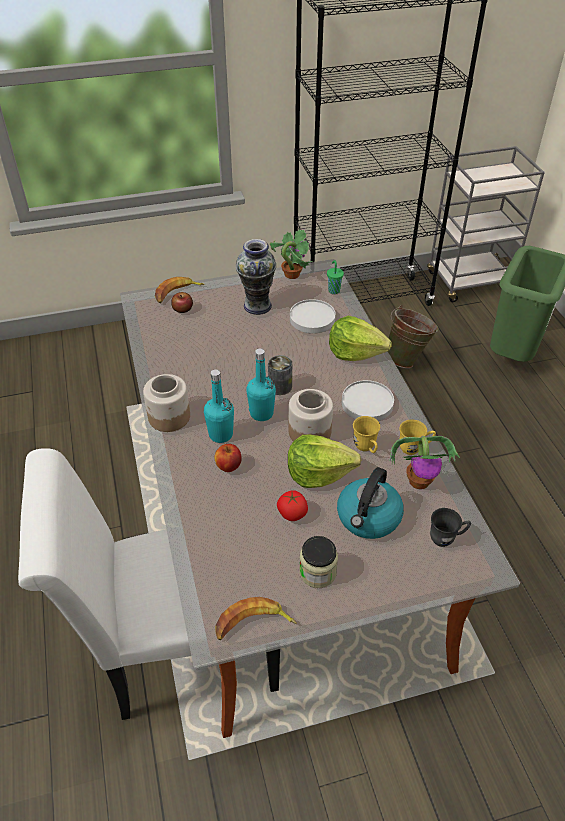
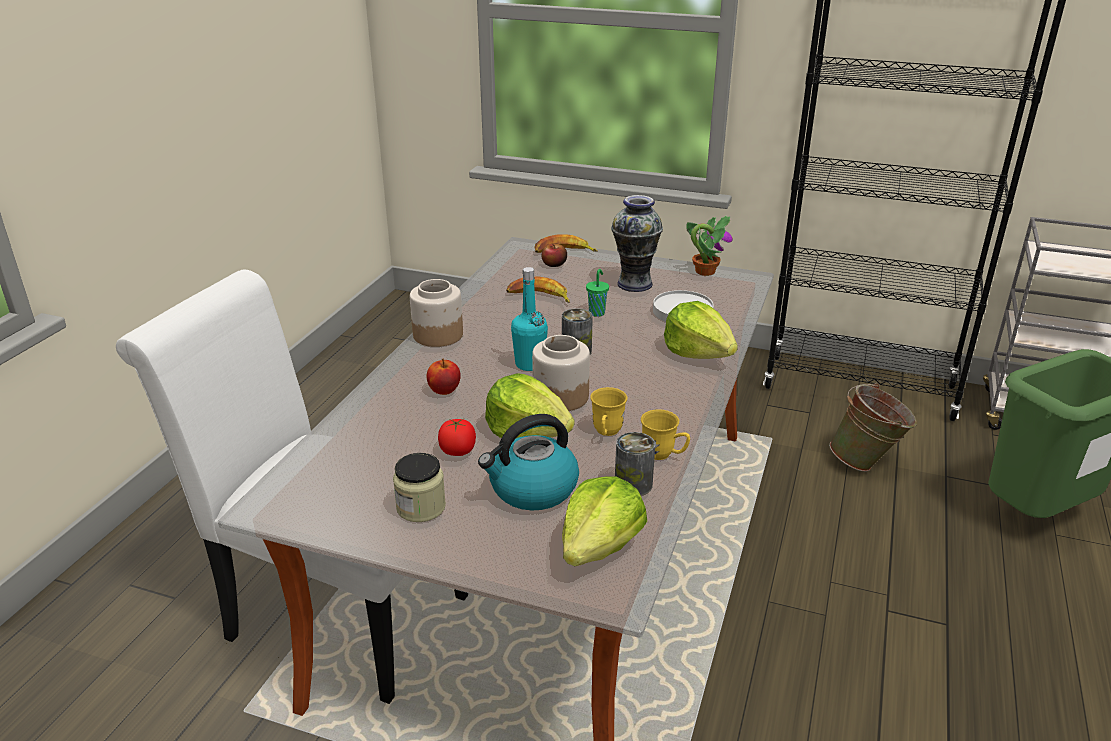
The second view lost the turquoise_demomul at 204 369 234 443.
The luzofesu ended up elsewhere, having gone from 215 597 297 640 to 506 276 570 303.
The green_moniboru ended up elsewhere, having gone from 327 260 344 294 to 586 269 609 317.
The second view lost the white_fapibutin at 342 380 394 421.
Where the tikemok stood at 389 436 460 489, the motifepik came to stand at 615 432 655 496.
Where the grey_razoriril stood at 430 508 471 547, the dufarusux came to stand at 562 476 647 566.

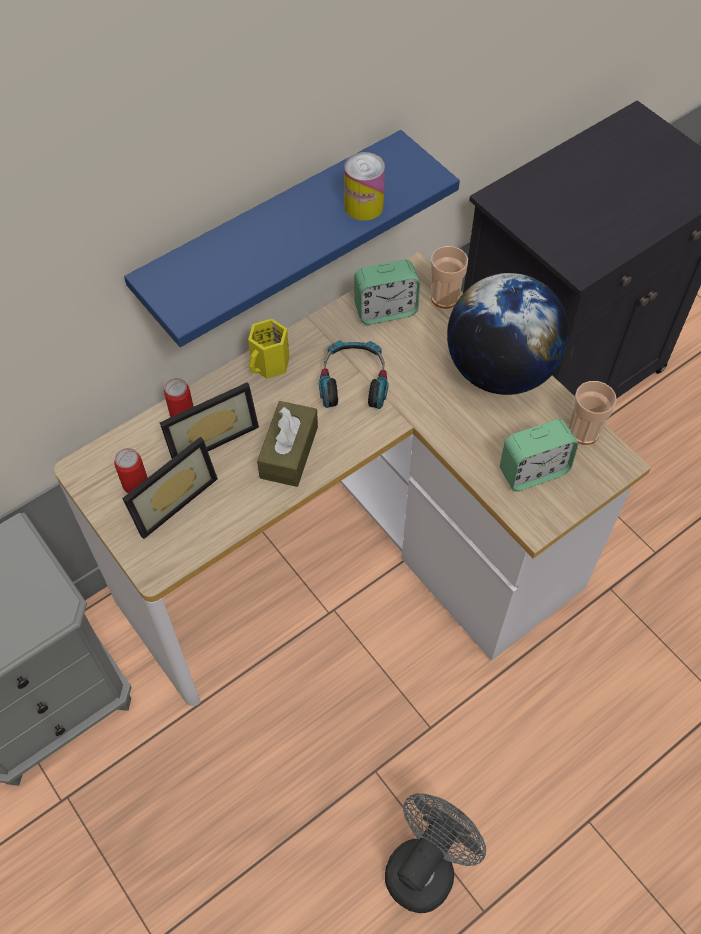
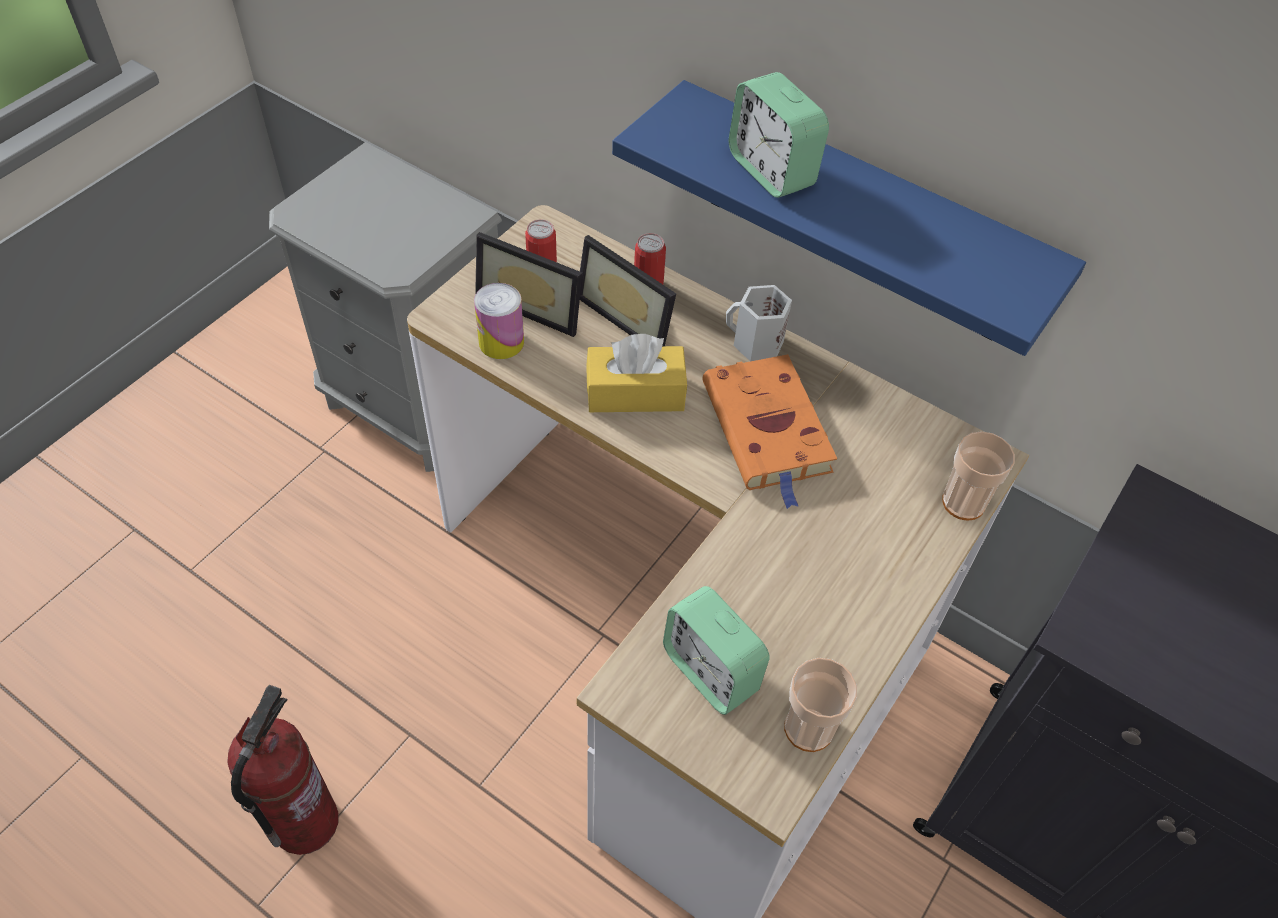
What was the yellow_razoriril at 248 319 289 379 turned into the white_razoriril at 726 285 792 361.
What was the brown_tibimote at 257 401 318 487 turned into the yellow_tibimote at 586 334 687 412.
Where the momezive stood at 319 340 389 409, the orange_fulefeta came to stand at 702 354 837 509.
The motifepik ended up elsewhere, having gone from 344 152 385 221 to 474 283 524 359.
The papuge ended up elsewhere, having gone from 354 259 420 325 to 729 72 829 198.
Where the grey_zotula stood at 385 793 486 913, the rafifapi came to stand at 227 685 339 855.
The second view lost the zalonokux at 447 273 569 395.

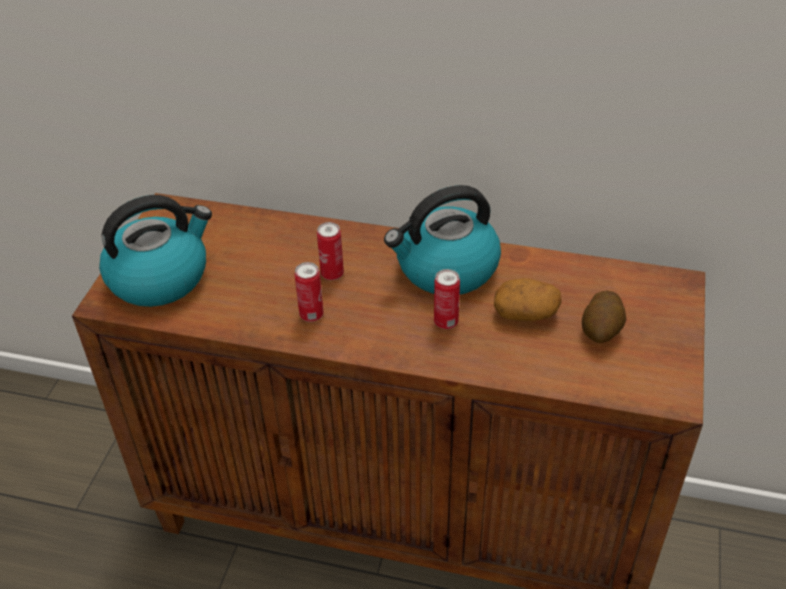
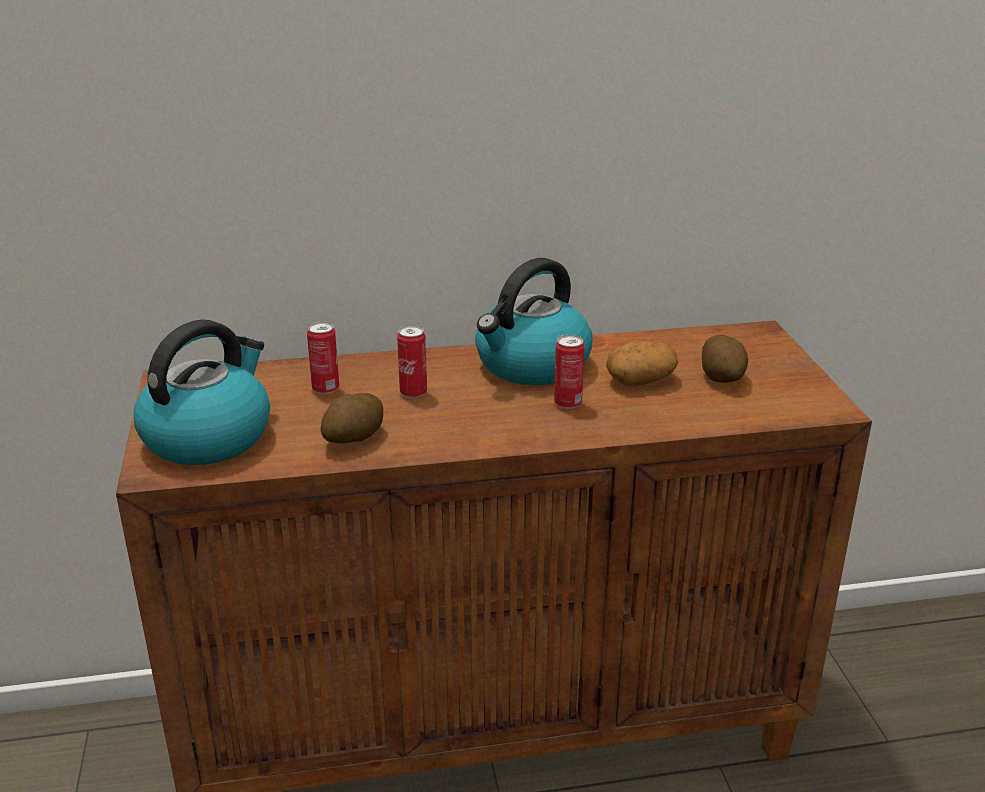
The motifepik ended up elsewhere, having gone from 295 262 324 322 to 307 321 339 394.
The second view gained the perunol at 321 393 383 443.

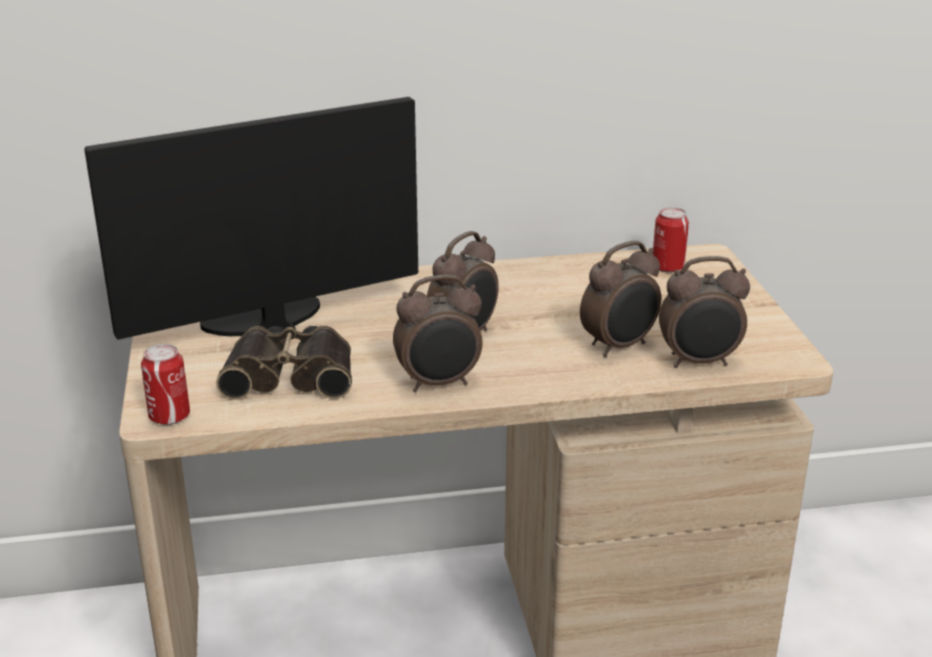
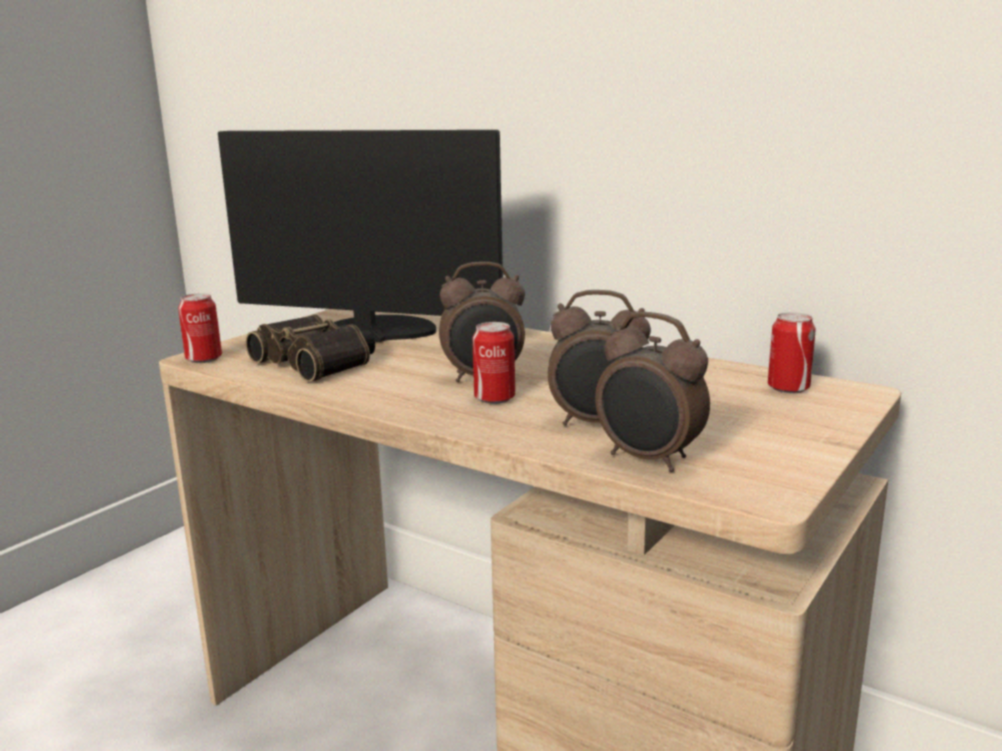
The second view lost the papuge at 393 274 483 392.
The second view gained the motifepik at 473 322 515 404.

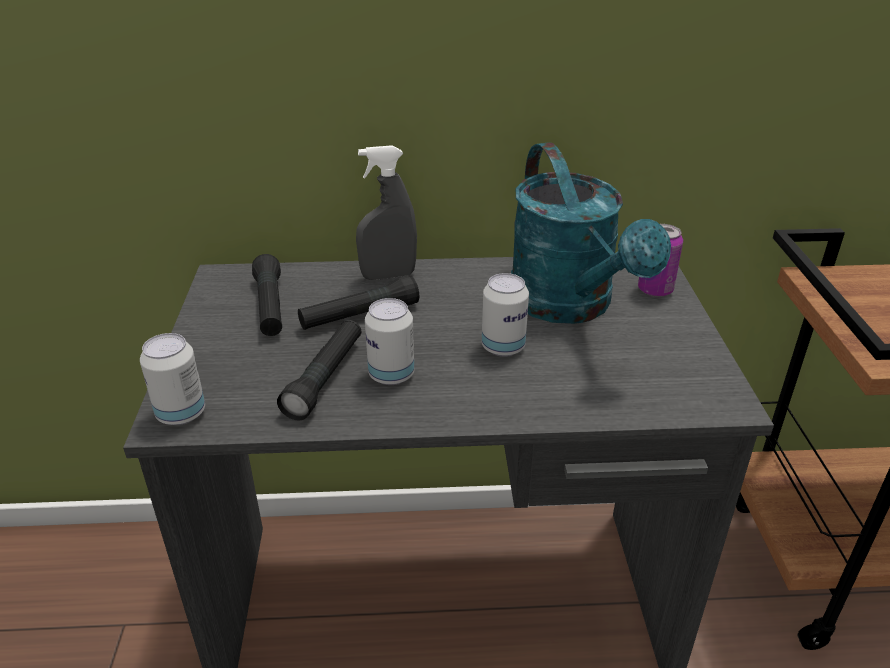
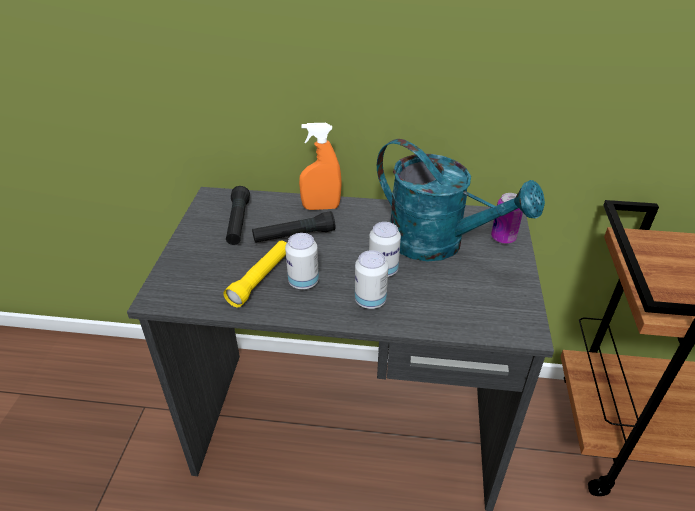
The motifepik ended up elsewhere, having gone from 140 333 205 425 to 355 250 388 309.
What was the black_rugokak at 277 320 361 421 turned into the yellow_rugokak at 223 240 287 307.
What was the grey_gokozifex at 356 145 417 280 turned into the orange_gokozifex at 299 123 342 210.
The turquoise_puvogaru at 511 142 671 324 ended up facing another way, 45 degrees counterclockwise from before.

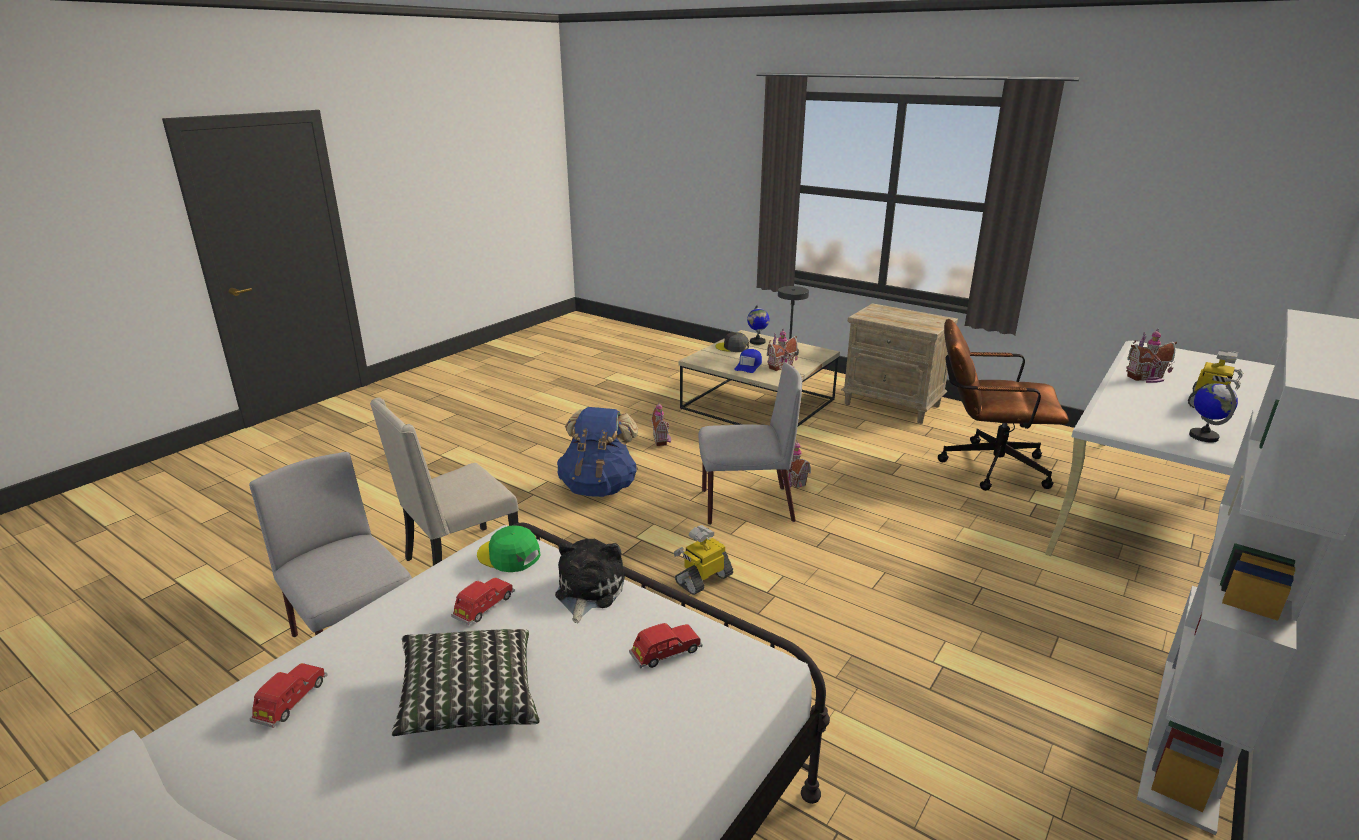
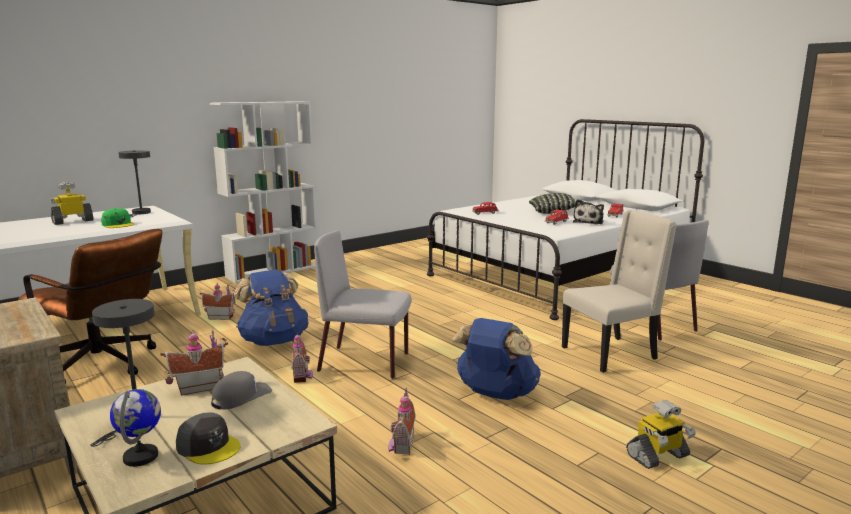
The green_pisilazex ended up elsewhere, having gone from 477 526 541 572 to 101 209 135 228.
The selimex ended up elsewhere, having gone from 555 539 625 623 to 573 199 604 224.
The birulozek ended up elsewhere, having gone from 674 525 733 595 to 626 400 696 469.
What was the blue_pisilazex at 734 349 762 373 turned into the grey_pisilazex at 211 371 272 410.
The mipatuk ended up elsewhere, having gone from 1126 329 1177 383 to 200 283 235 320.
Where the zalonokux stood at 1189 383 1238 443, the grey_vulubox came to stand at 118 150 151 217.
The second view gained the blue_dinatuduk at 233 270 308 346.

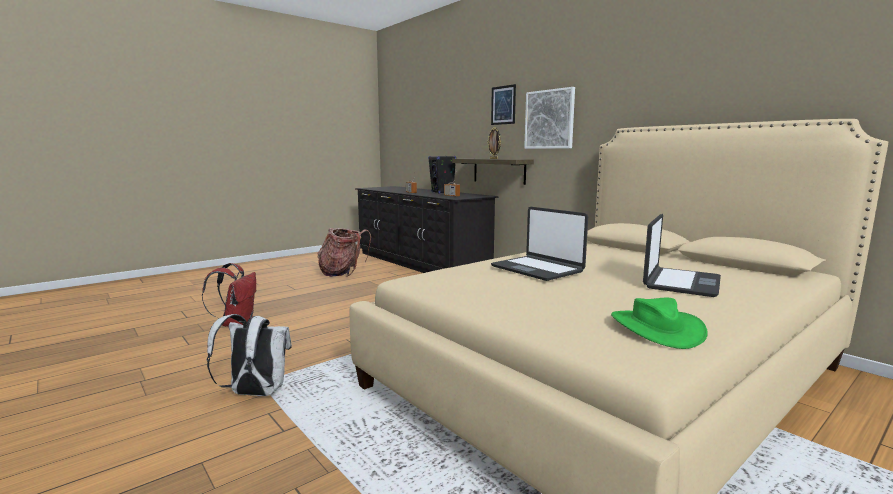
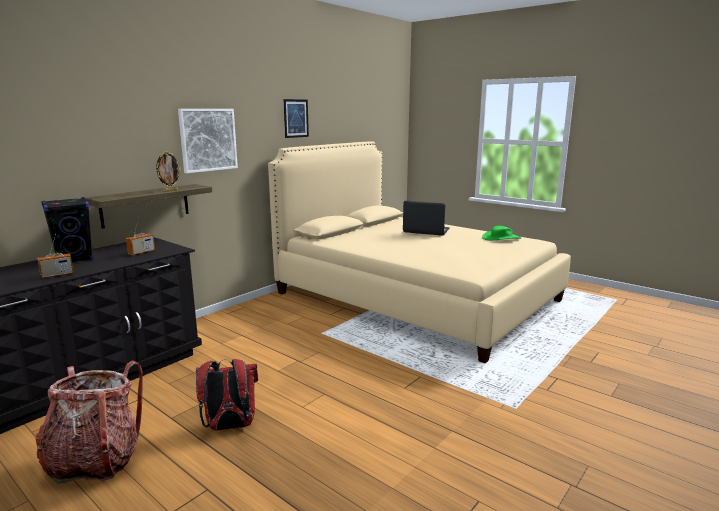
The red_dinatuduk ended up elsewhere, having gone from 202 263 256 326 to 196 359 258 431.
The second view lost the white_dinatuduk at 207 314 292 396.
The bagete ended up elsewhere, having gone from 491 84 516 125 to 284 99 309 138.
The second view lost the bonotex at 491 207 588 281.

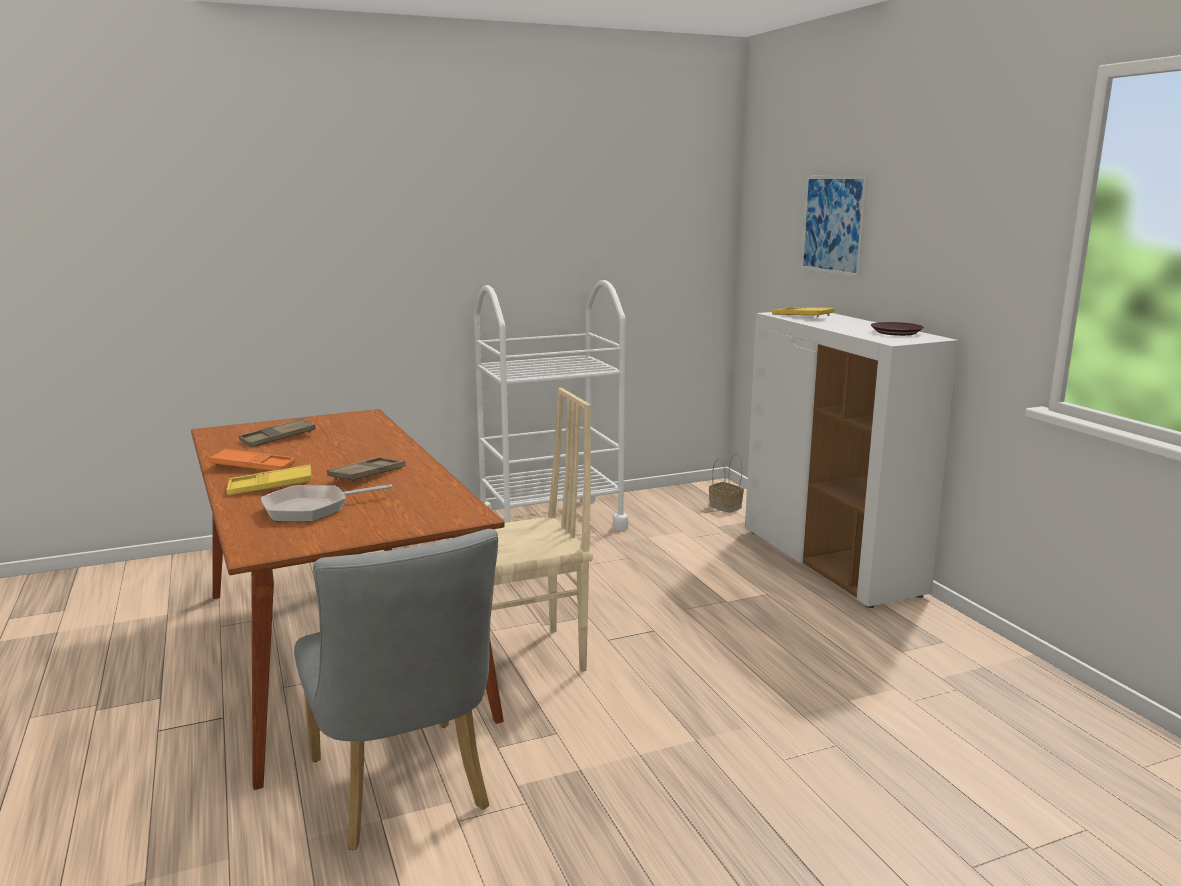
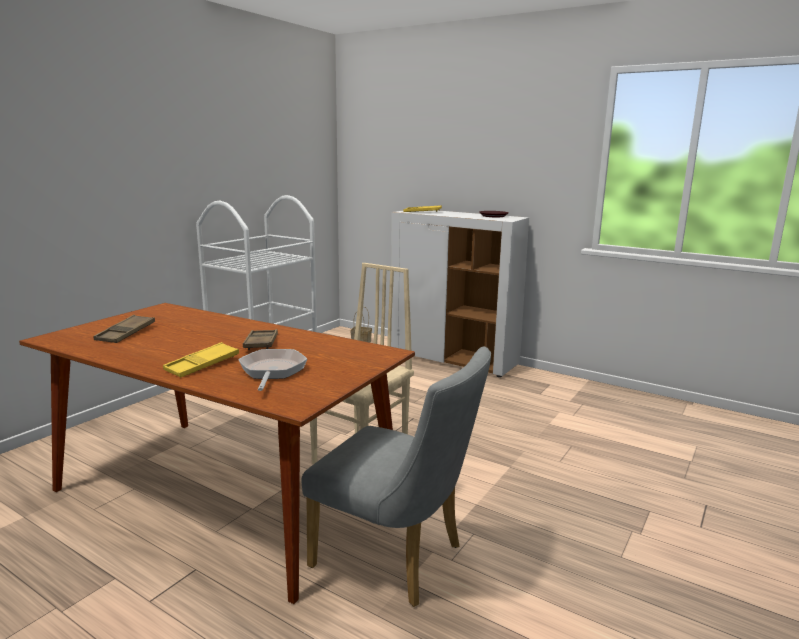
The second view lost the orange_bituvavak at 209 449 295 471.
The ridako at 261 484 392 522 ended up facing another way, 150 degrees clockwise from before.
The second view lost the bagete at 801 175 868 277.

